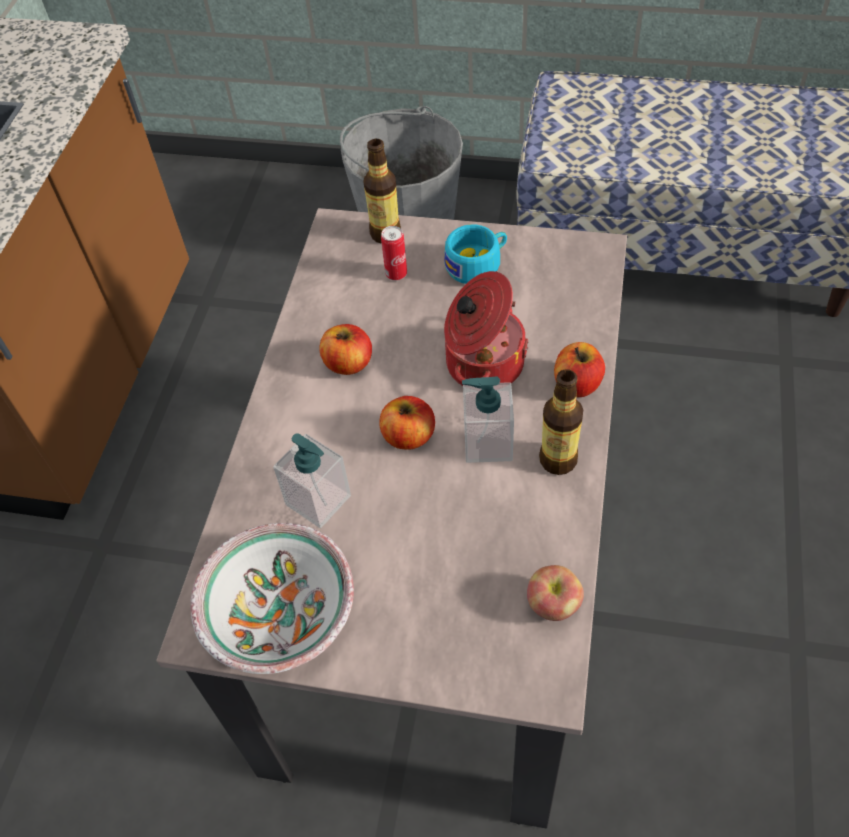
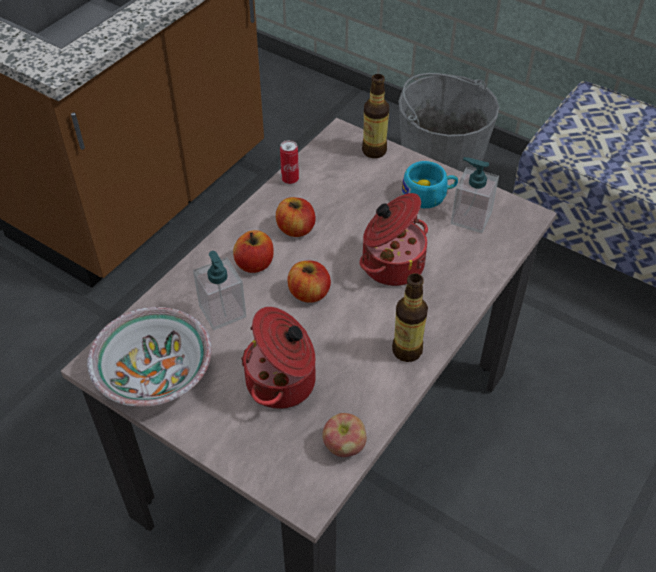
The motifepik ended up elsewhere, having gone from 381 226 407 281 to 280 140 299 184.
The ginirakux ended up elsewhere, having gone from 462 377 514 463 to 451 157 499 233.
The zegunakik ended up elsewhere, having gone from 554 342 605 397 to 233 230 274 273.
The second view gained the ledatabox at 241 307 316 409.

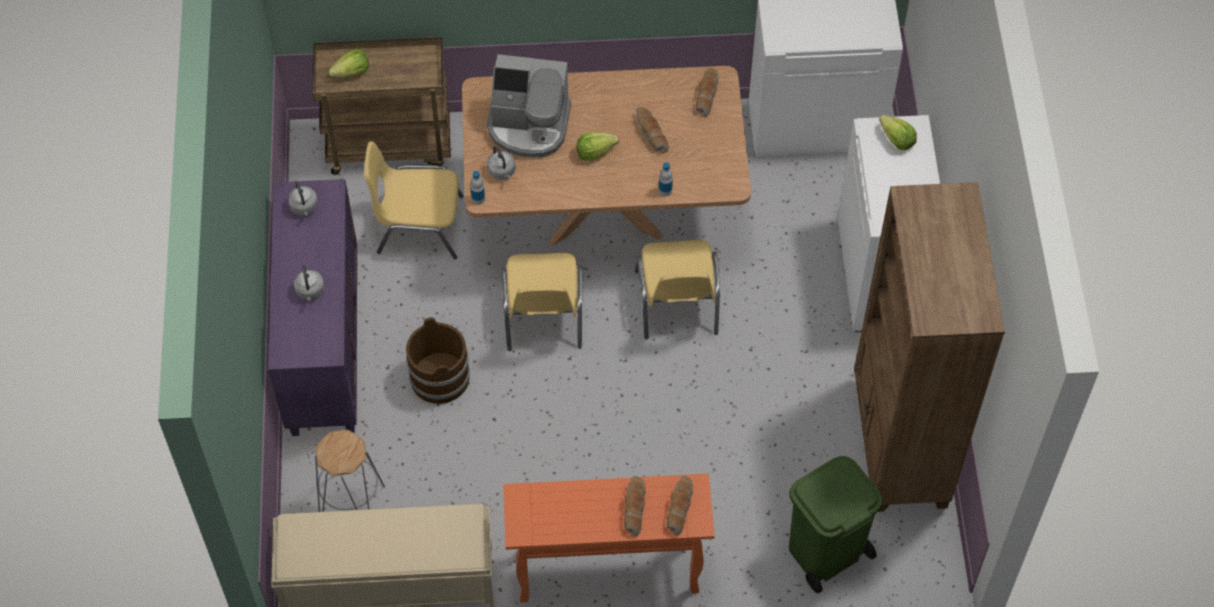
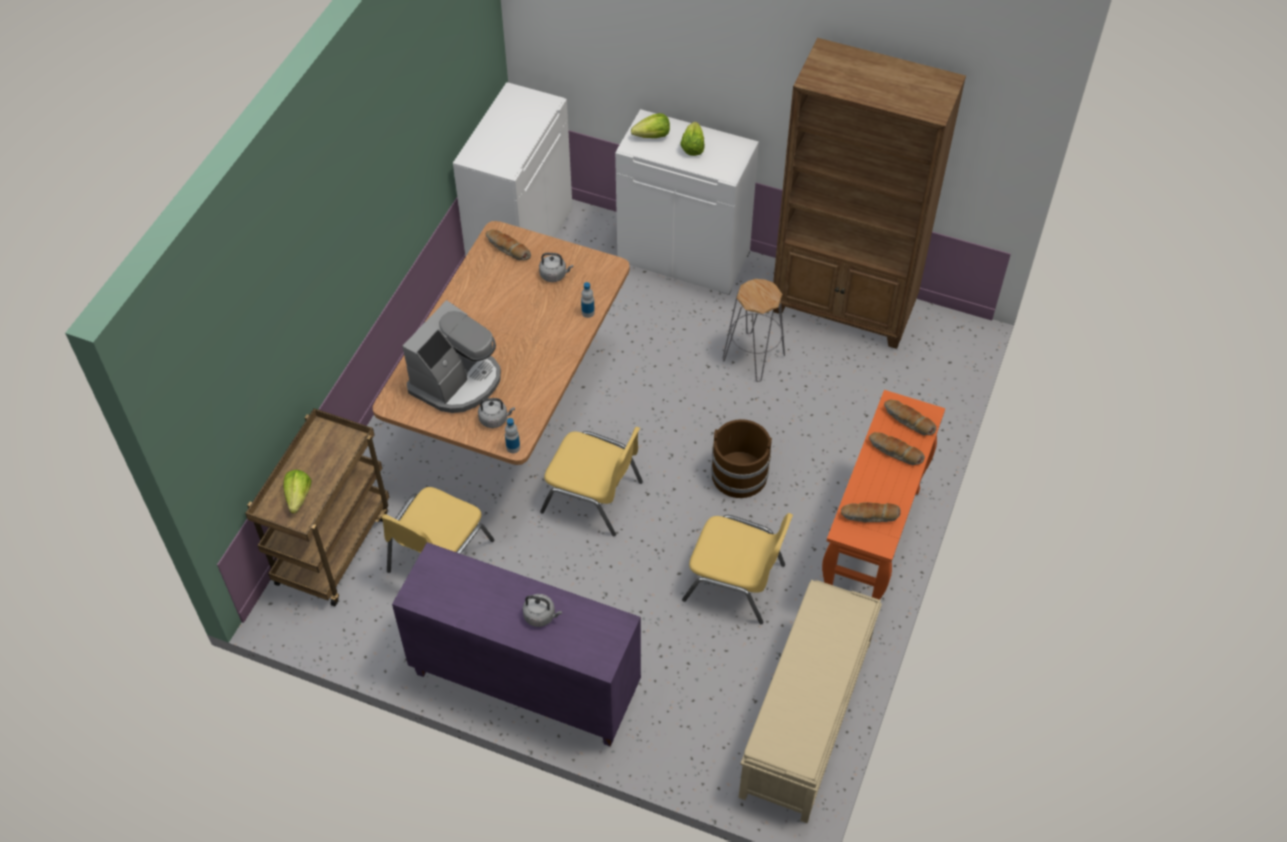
The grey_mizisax ended up elsewhere, having gone from 288 181 318 216 to 539 253 573 282.
The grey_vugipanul ended up elsewhere, having gone from 315 430 385 512 to 723 279 785 382.
The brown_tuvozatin ended up elsewhere, having gone from 406 317 470 404 to 711 419 772 498.
The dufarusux ended up elsewhere, having gone from 577 132 619 161 to 681 122 705 156.
The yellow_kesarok ended up elsewhere, having gone from 635 240 720 340 to 682 513 793 624.
The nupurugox ended up elsewhere, having gone from 636 107 669 153 to 841 502 901 522.
The second view lost the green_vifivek at 789 456 883 593.

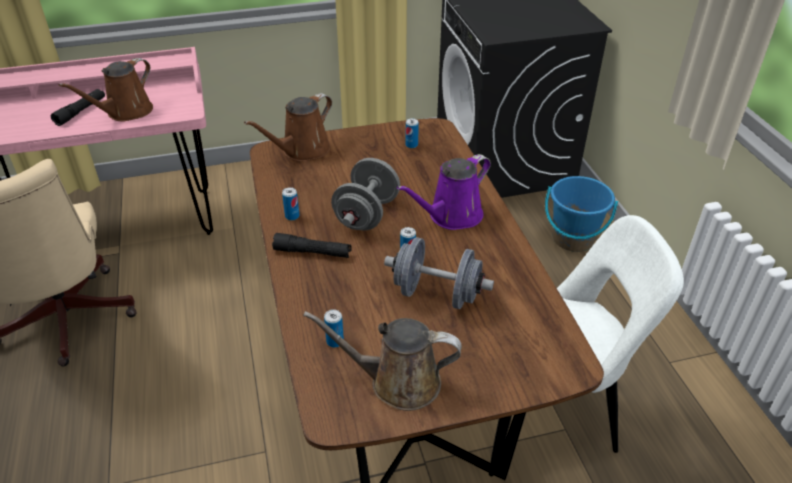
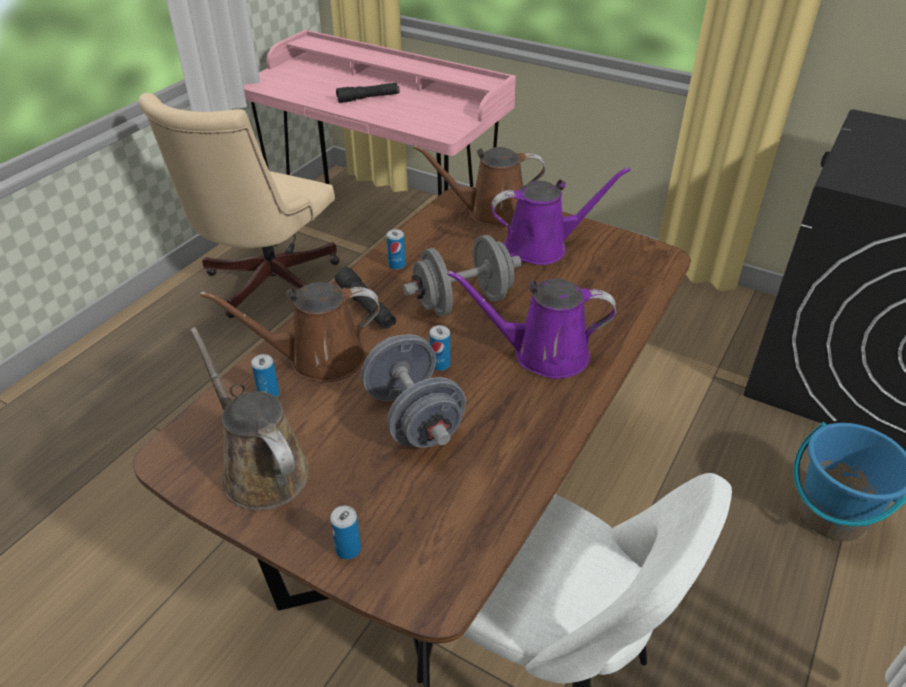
The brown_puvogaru ended up elsewhere, having gone from 59 58 153 121 to 200 282 380 382.
The motifepik ended up elsewhere, having gone from 405 118 419 148 to 330 506 361 560.
The second view gained the purple_puvogaru at 491 167 631 265.

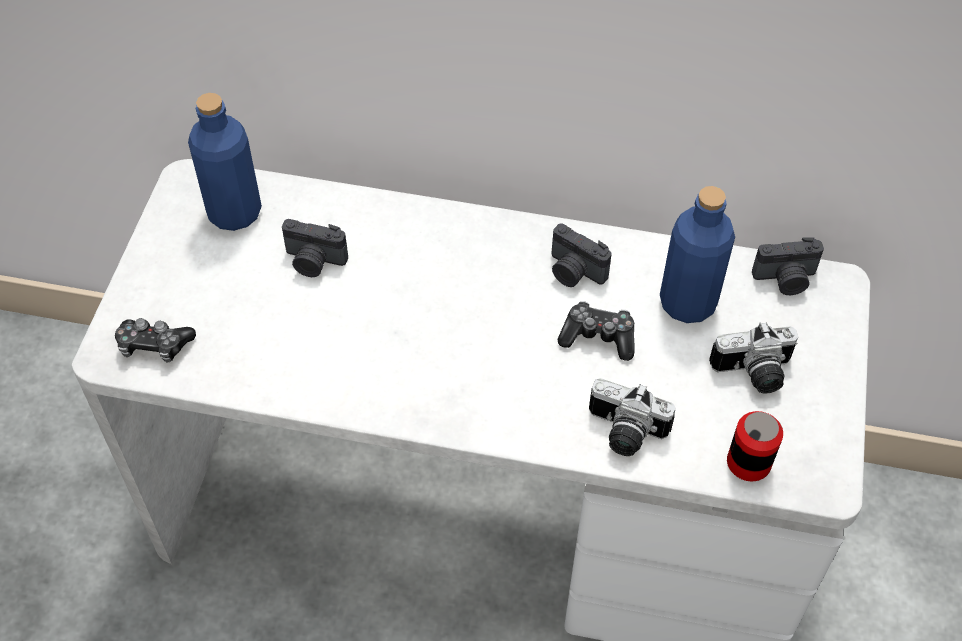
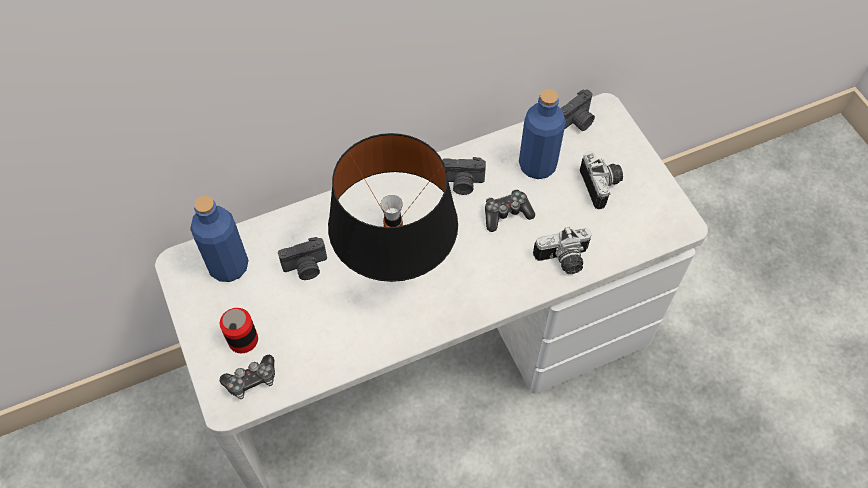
The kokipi at 709 322 798 394 ended up facing another way, 60 degrees counterclockwise from before.
The motifepik ended up elsewhere, having gone from 727 411 783 481 to 220 308 258 353.
The second view gained the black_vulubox at 328 133 458 282.

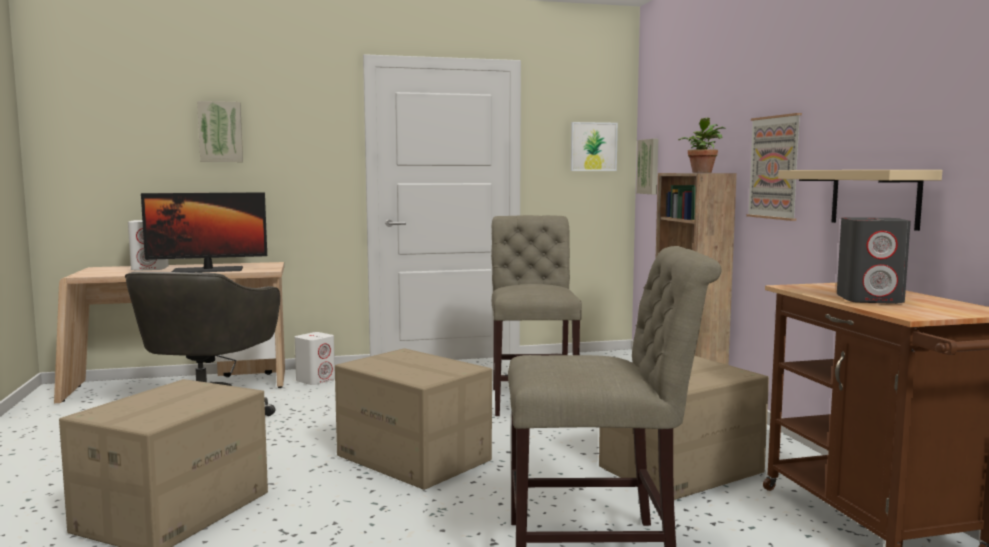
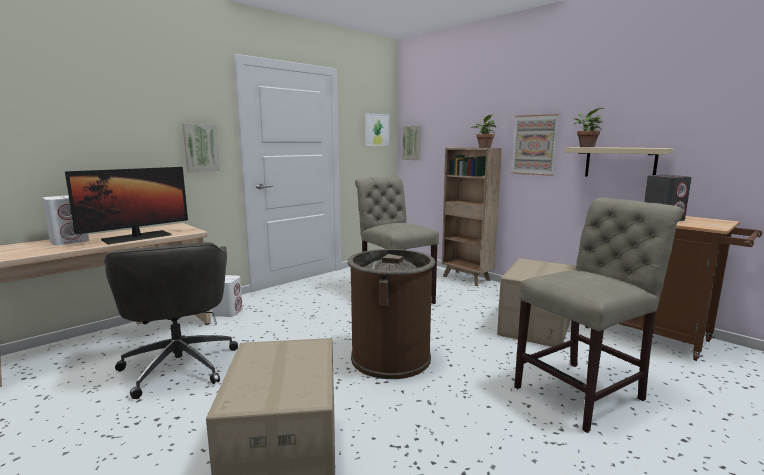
The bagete ended up elsewhere, having gone from 197 101 243 162 to 182 124 220 172.
Where the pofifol stood at 335 348 492 490, the brown_vifivek came to stand at 348 249 435 379.
The second view gained the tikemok at 573 108 606 147.

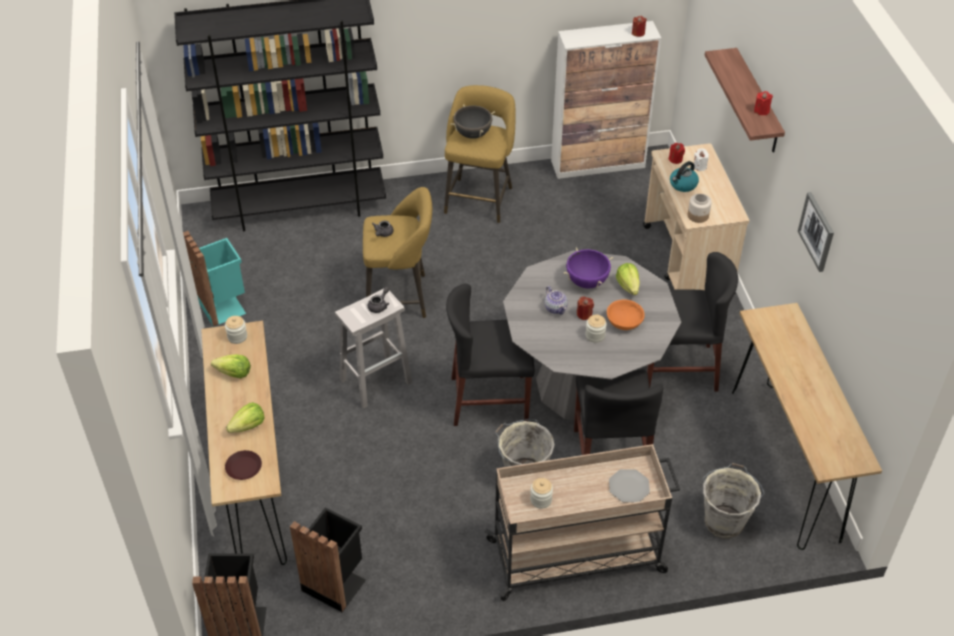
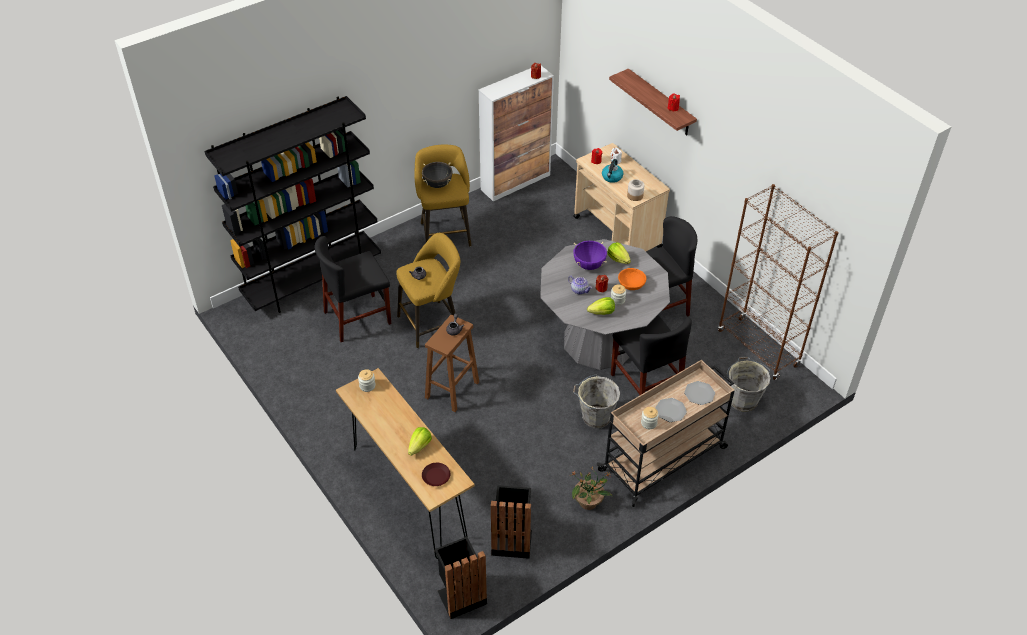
The second view lost the turquoise_vifivek at 183 231 246 327.
The dufarusux ended up elsewhere, having gone from 211 354 251 378 to 587 297 615 315.
What was the white_vugipanul at 335 288 412 409 turned into the brown_vugipanul at 425 315 479 412.
The black_kesarok ended up elsewhere, having gone from 446 284 535 426 to 315 236 391 342.
Where the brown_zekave stood at 732 303 882 550, the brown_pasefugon came to stand at 718 184 839 380.
The second view lost the bagete at 798 192 834 272.
The second view gained the tikemok at 570 467 612 510.
The second view gained the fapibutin at 655 398 687 422.

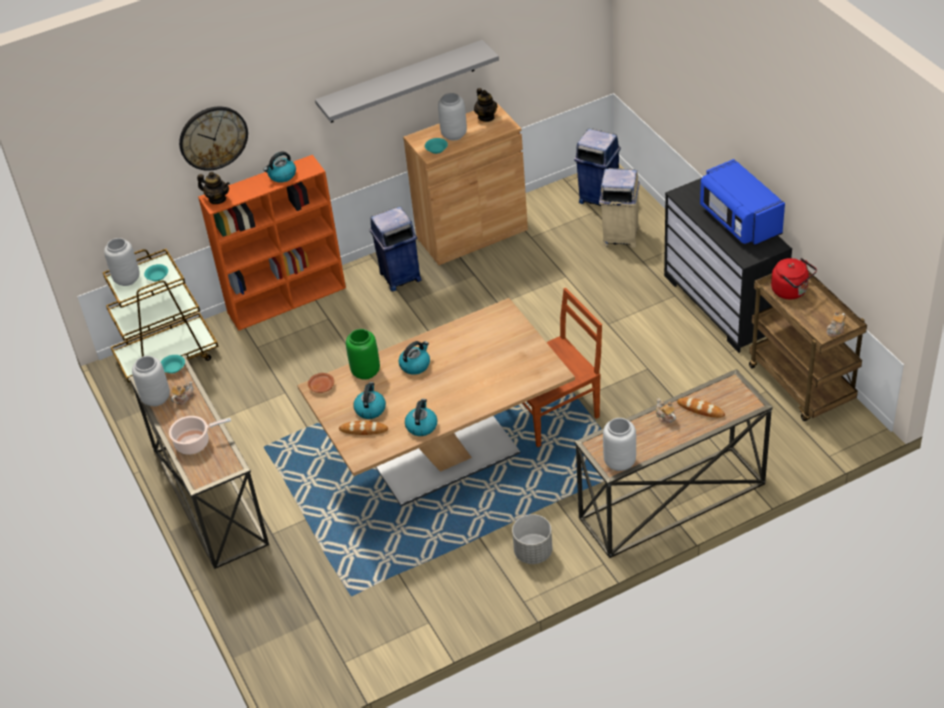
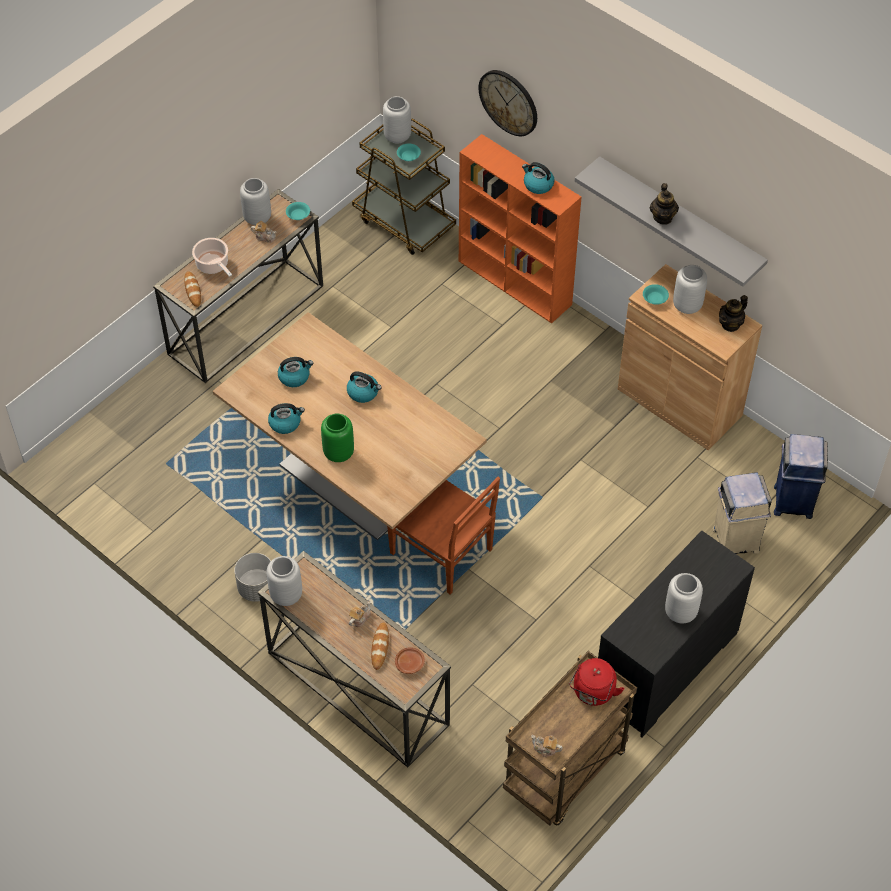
The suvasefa ended up elsewhere, having gone from 197 172 230 204 to 650 183 679 225.
The brown_fapibutin ended up elsewhere, having gone from 308 373 334 393 to 395 647 425 674.
The nupurugox ended up elsewhere, having gone from 339 421 388 435 to 184 271 201 307.
The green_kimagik ended up elsewhere, having gone from 346 329 380 380 to 321 414 354 462.
The second view lost the blue_vifivek at 370 207 422 291.
Where the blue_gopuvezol stood at 700 159 785 246, the grey_kimagik came to stand at 665 573 703 624.

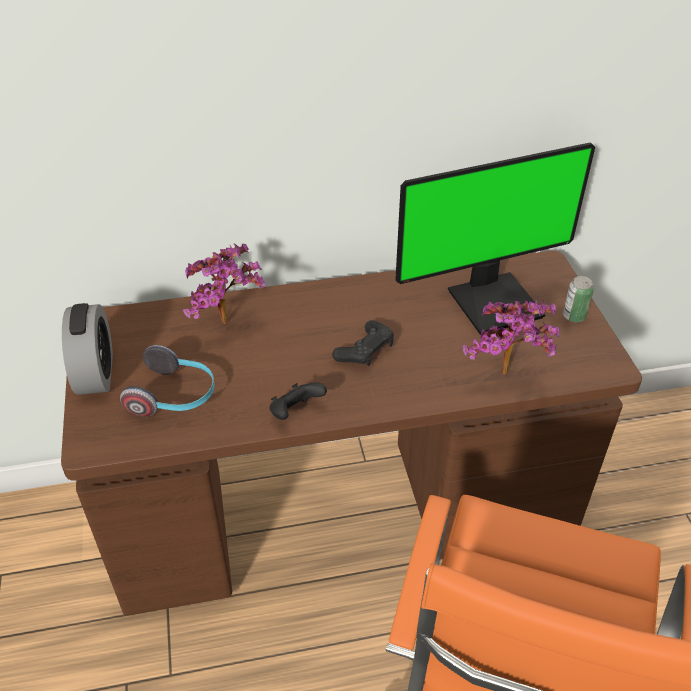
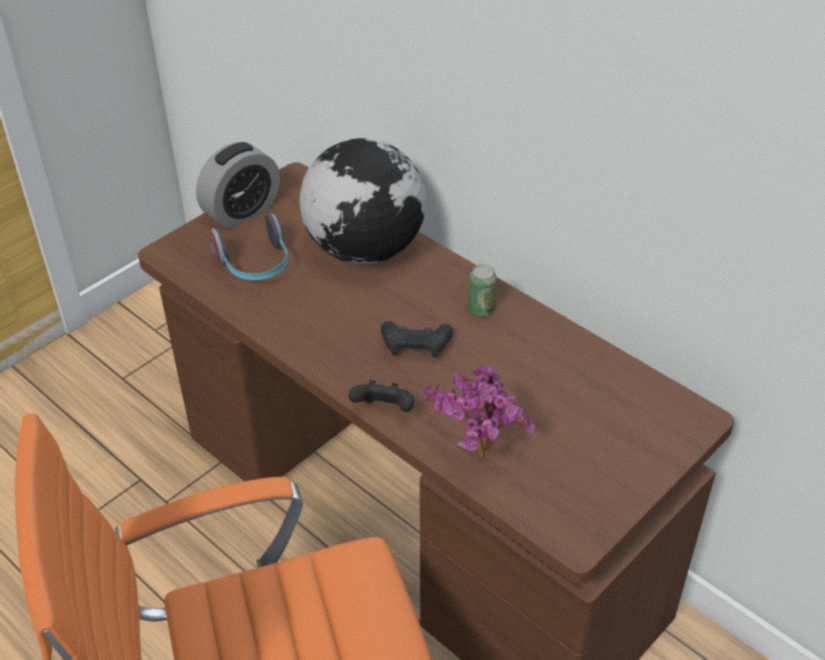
Where the tikemok stood at 183 243 265 324, the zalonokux came to stand at 299 138 426 264.
The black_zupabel ended up elsewhere, having gone from 270 382 327 420 to 348 380 414 412.
The second view lost the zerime at 395 142 595 335.
The motifepik ended up elsewhere, having gone from 563 276 594 322 to 468 264 497 316.

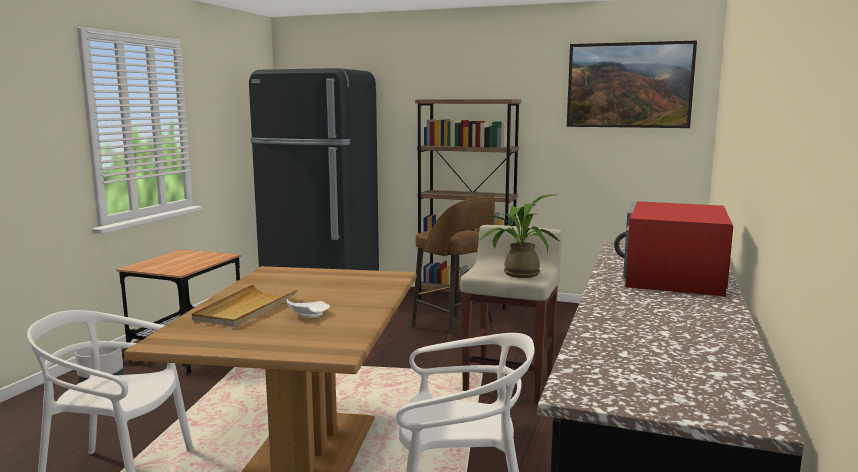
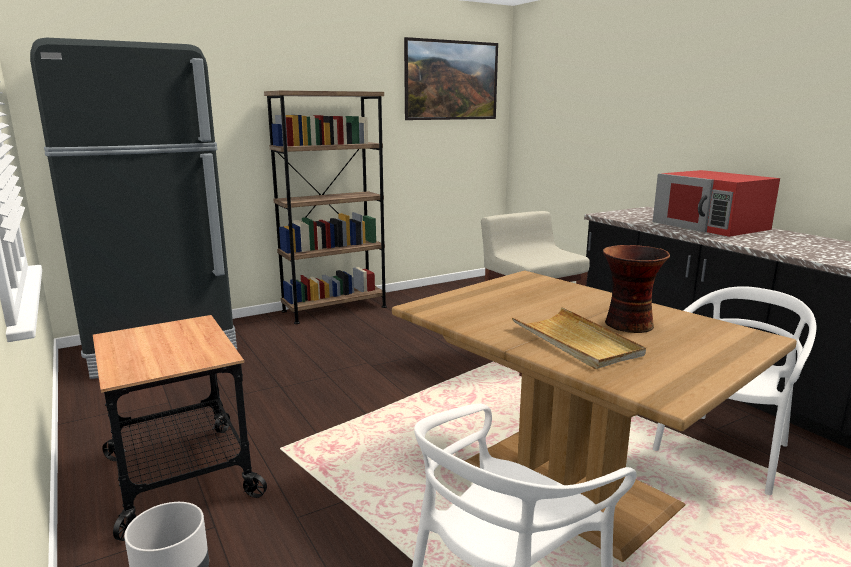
Where the white_fapibutin stood at 287 299 330 318, the kimagik came to stand at 603 245 670 333.
The second view lost the brown_vugipanul at 411 197 495 342.
The second view lost the tikemok at 476 194 561 278.

